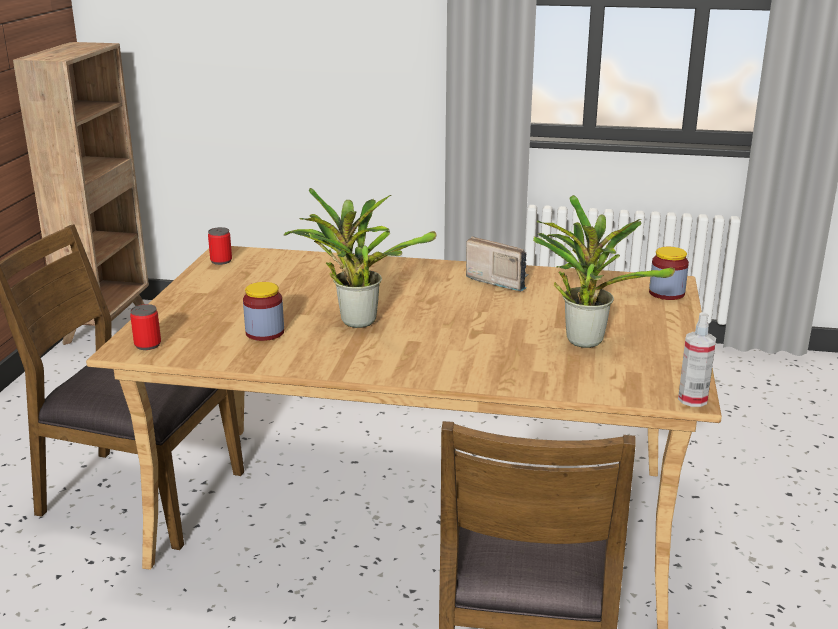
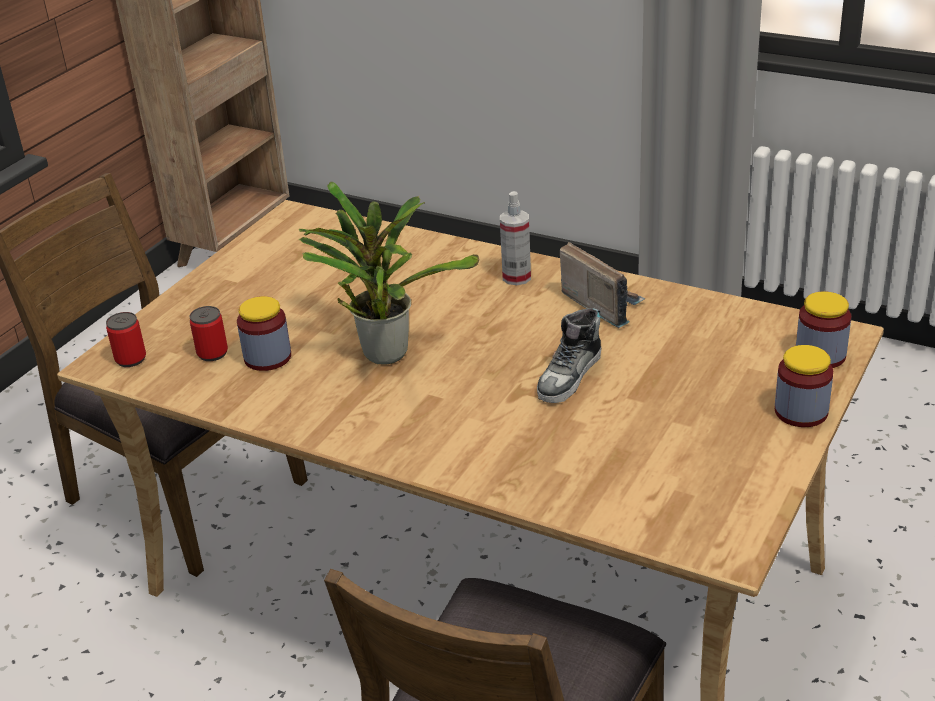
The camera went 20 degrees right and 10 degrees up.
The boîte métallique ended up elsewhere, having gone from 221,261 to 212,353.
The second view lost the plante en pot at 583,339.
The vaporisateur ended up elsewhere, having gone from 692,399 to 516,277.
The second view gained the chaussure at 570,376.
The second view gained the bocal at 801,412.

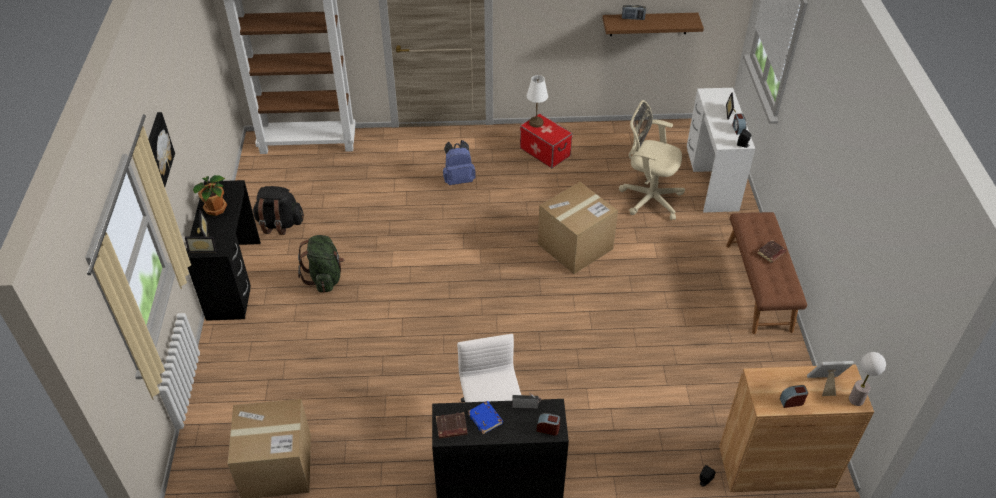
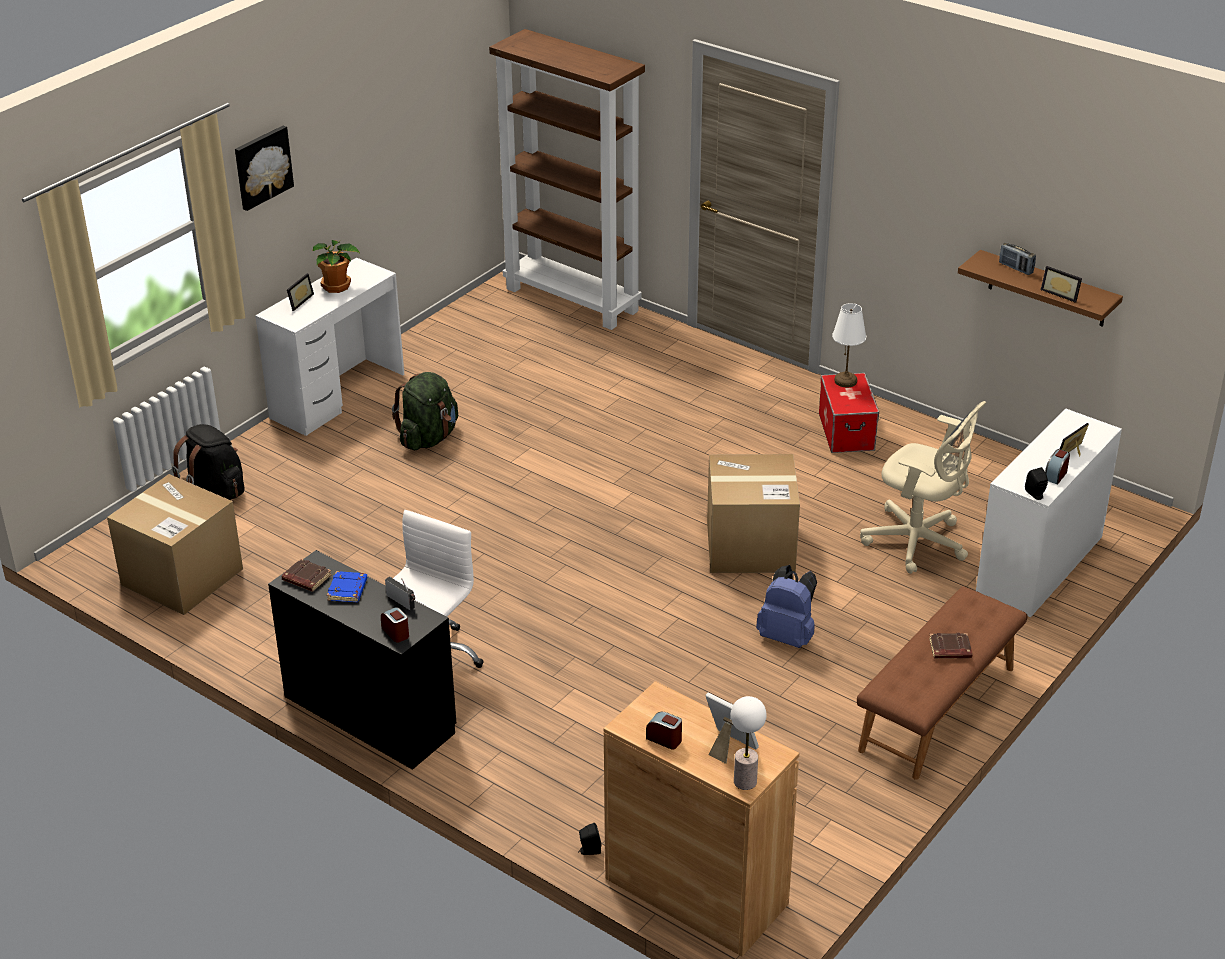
The camera went 40 degrees right and 10 degrees down.
The cadre photo ended up elsewhere, having gone from 203,248 to 1061,293.
What was the bureau/noir at 233,280 turned into the bureau/blanc at 337,395.
The sac à dos/noir ended up elsewhere, having gone from 280,224 to 215,490.
The sac à dos/bleu ended up elsewhere, having gone from 458,179 to 787,636.
The chaise de bureau/beige at 648,198 ended up facing another way, 150 degrees clockwise from before.

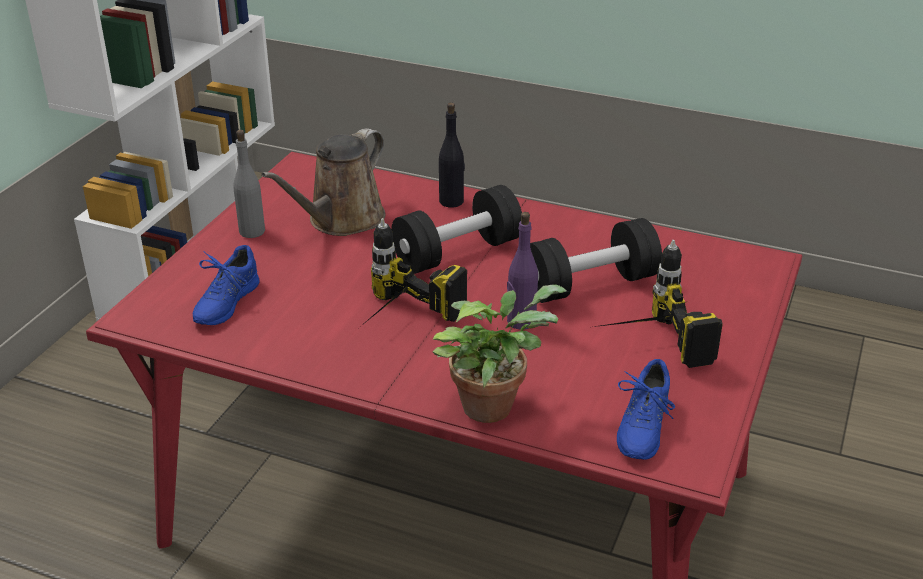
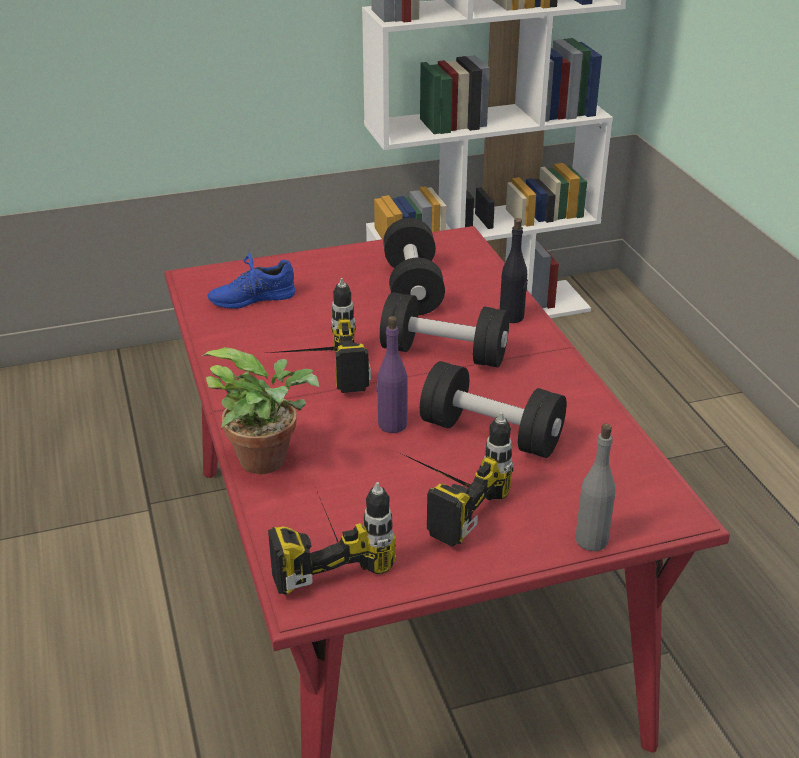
The camera went 50 degrees right and 0 degrees up.
The bouteille/gris ended up elsewhere, having gone from 252,231 to 591,539.
Where the arrosoir/marron stood at 341,220, the haltère/noir came to stand at 412,288.
Where the chaussure/bleu stood at 642,427, the perceuse came to stand at 324,548.

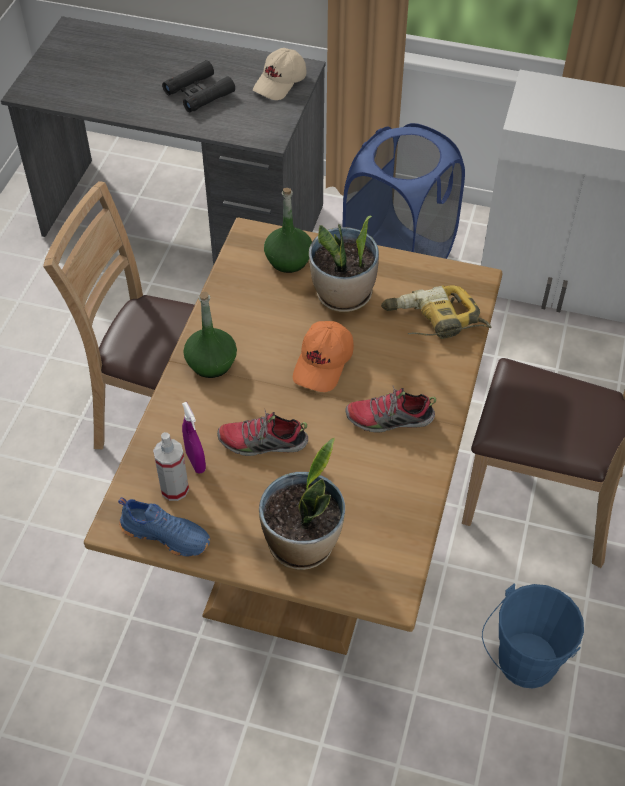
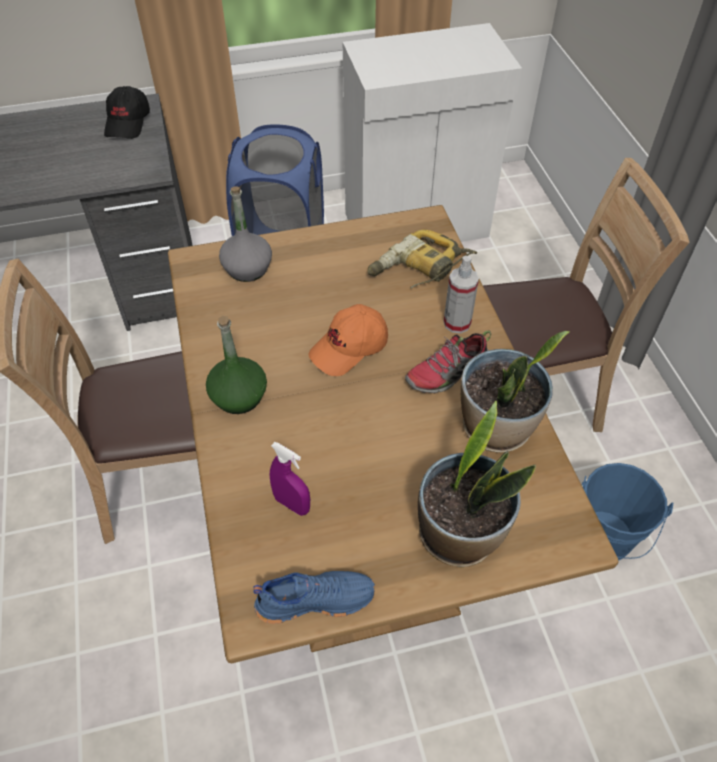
The camera went 30 degrees left and 0 degrees up.
The vaporisateur ended up elsewhere, having gone from 174,489 to 457,323.
The second view lost the jumelles/noir at 199,93.
The second view lost the chaussure at 262,443.
What was the casquette/beige at 280,83 turned into the casquette/noir at 128,123.
What was the bouteille/vert at 288,260 turned into the bouteille/gris at 247,268.
The casquette/orange at 323,363 ended up facing another way, 60 degrees clockwise from before.
The plante en pot ended up elsewhere, having gone from 343,295 to 496,428.

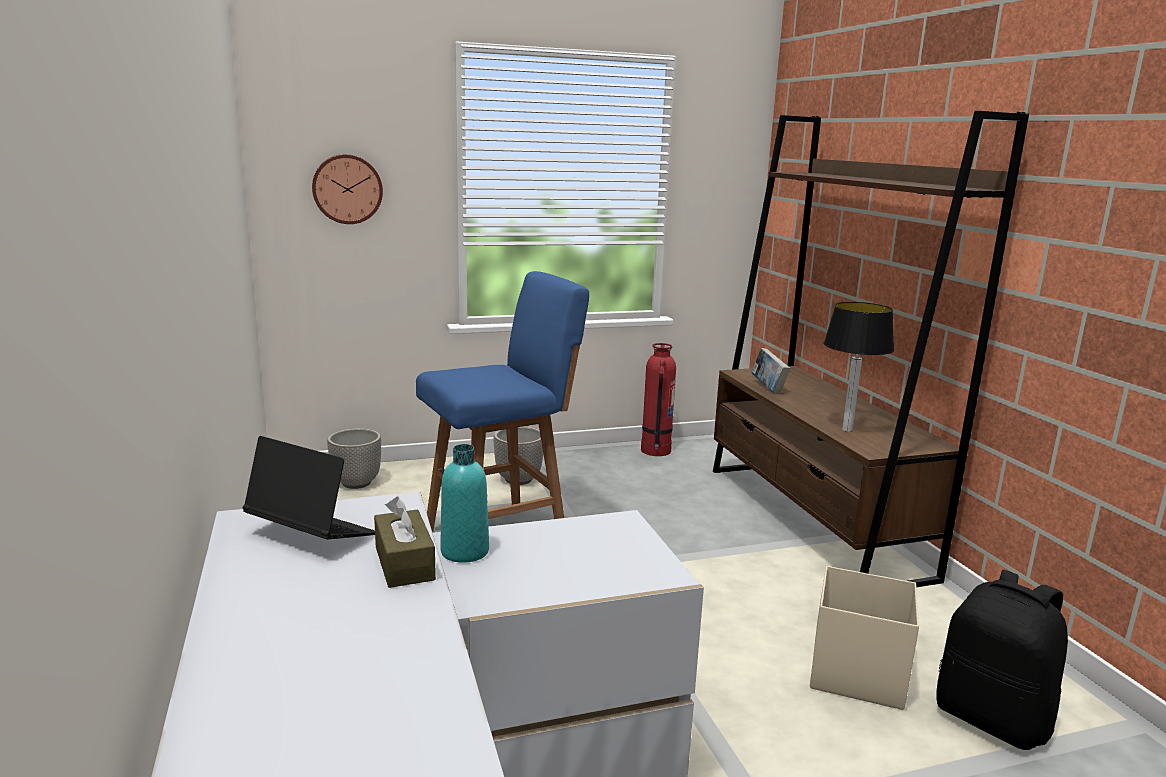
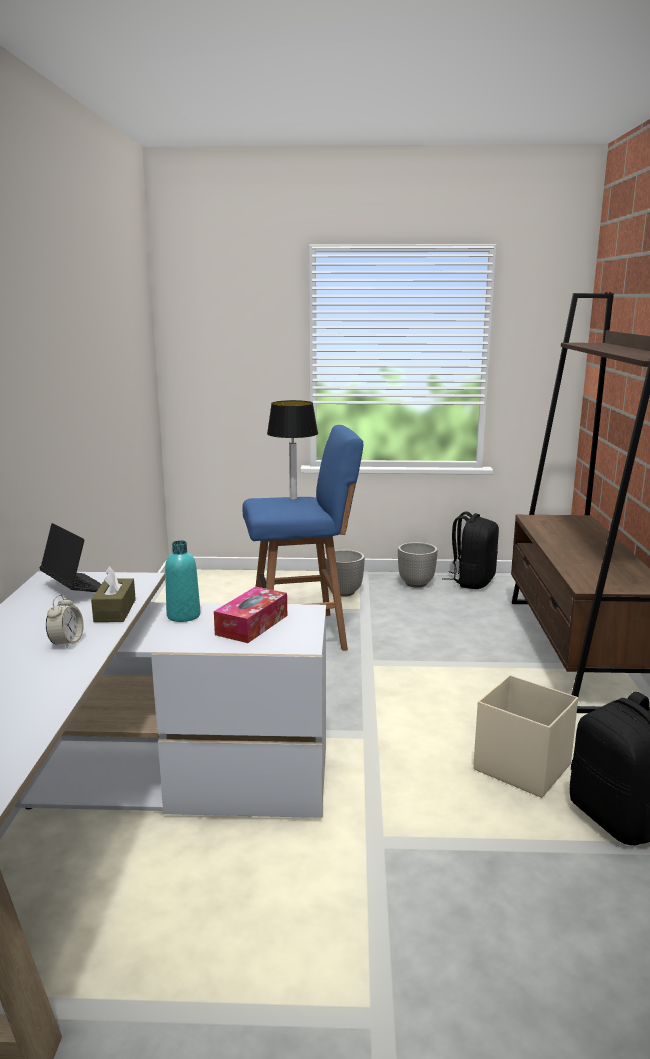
The camera went 20 degrees right and 0 degrees up.
The second view lost the horloge murale at 347,189.
The cache-pot ended up elsewhere, having gone from 356,483 to 415,583.
Where the extincteur stood at 655,451, the sac à dos/noir came to stand at 472,581.
The second view lost the livre at 768,388.
The lampe de table ended up elsewhere, having gone from 848,430 to 293,499.
The second view gained the réveil at 66,643.
The second view gained the boîte à mouchoirs at 252,625.

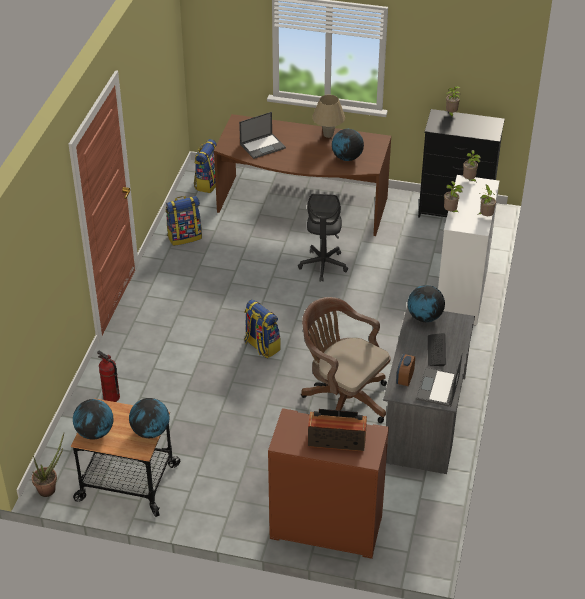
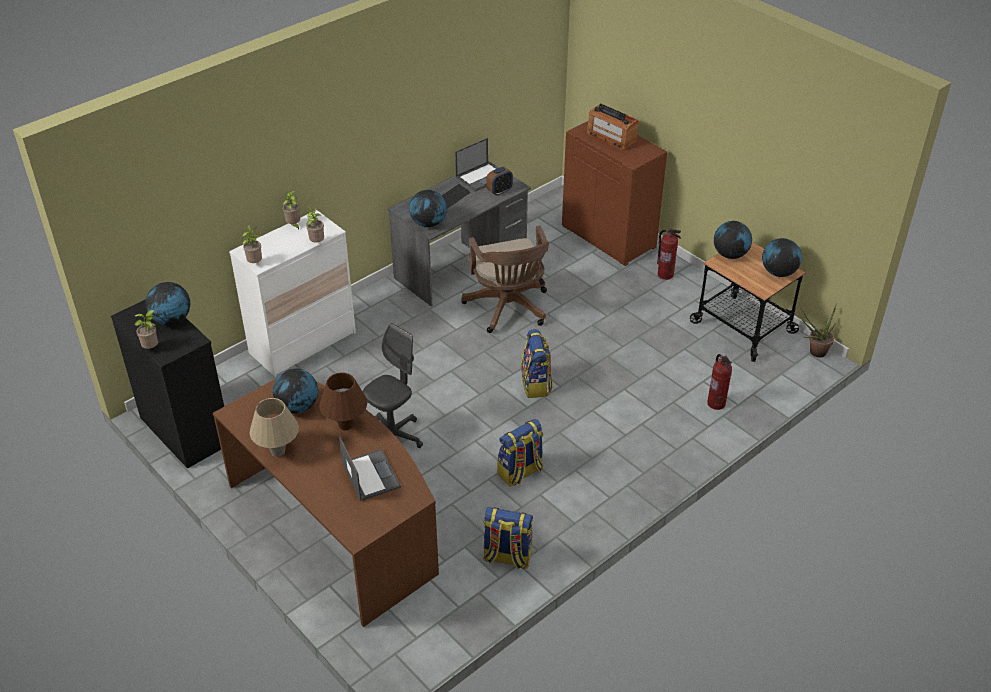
The camera went 145 degrees left and 0 degrees up.
The sac à dos ended up elsewhere, having gone from 207,183 to 520,472.
The ordinateur portable at 263,146 ended up facing another way, 60 degrees clockwise from before.
The second view gained the globe at 171,320.
The second view gained the lampe de table/marron at 345,425.
The second view gained the extincteur at 665,274.

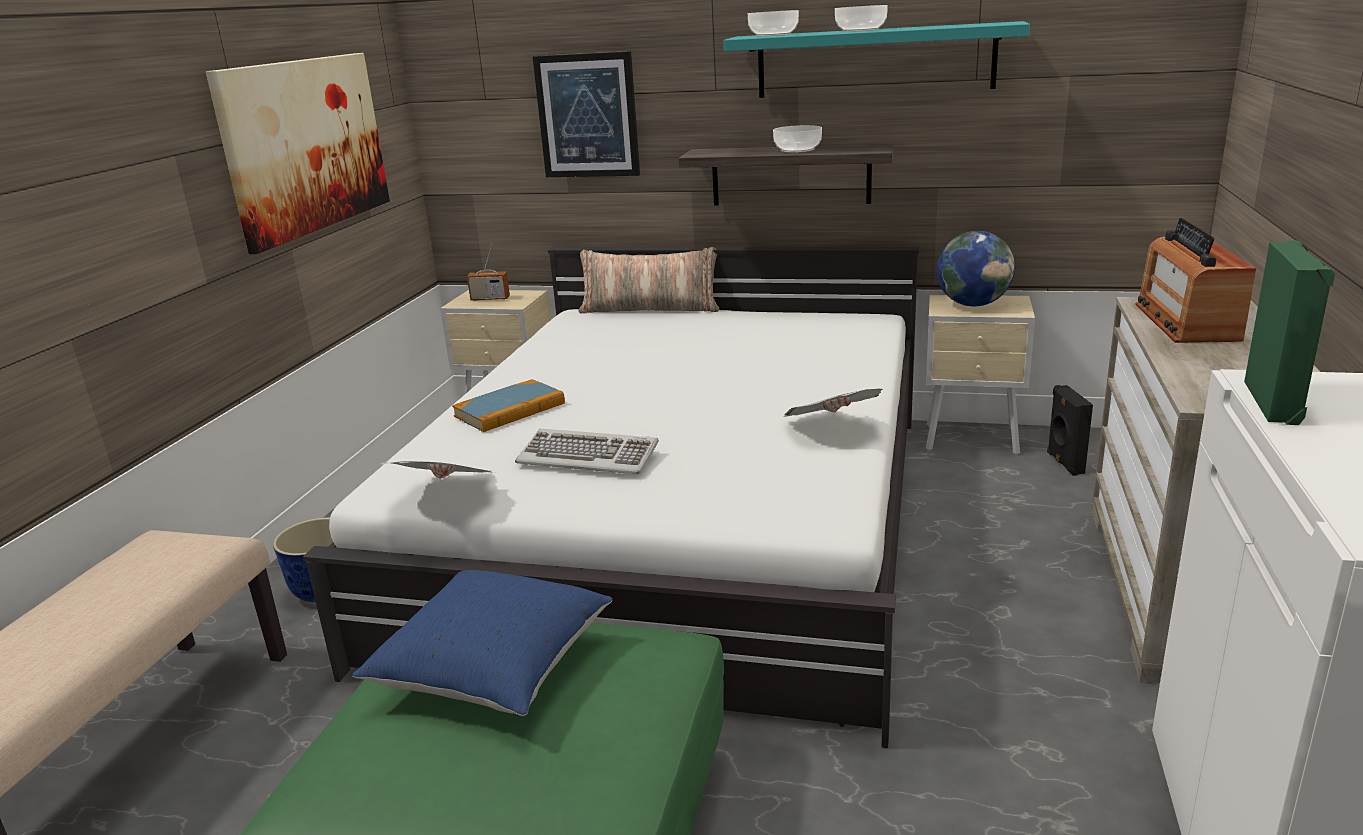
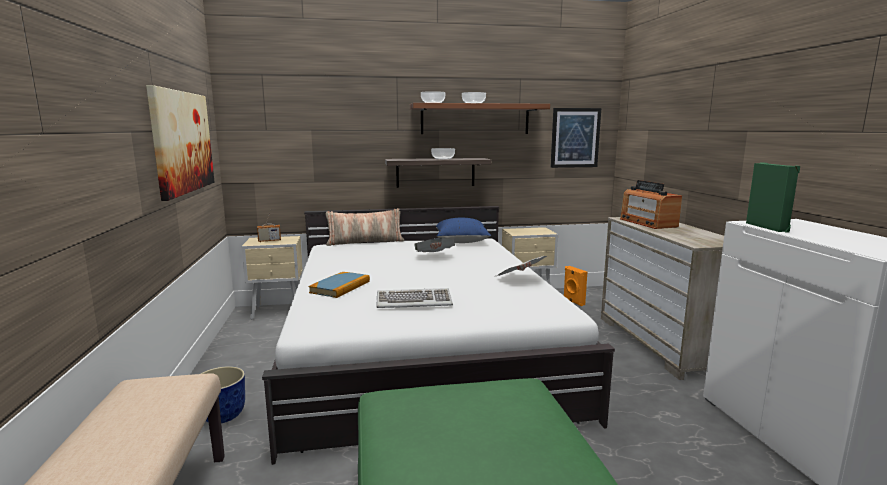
The camera went 25 degrees left and 10 degrees down.
The coussin/bleu ended up elsewhere, having gone from 494,669 to 461,241.
The journal ended up elsewhere, having gone from 448,494 to 434,257.
The tableau ended up elsewhere, having gone from 587,116 to 575,138.
What was the étagère/turquoise at 874,61 turned into the étagère/marron at 475,119.
The second view lost the globe at 973,304.
What was the enceinte/noir at 1064,463 turned into the enceinte/orange at 573,302.

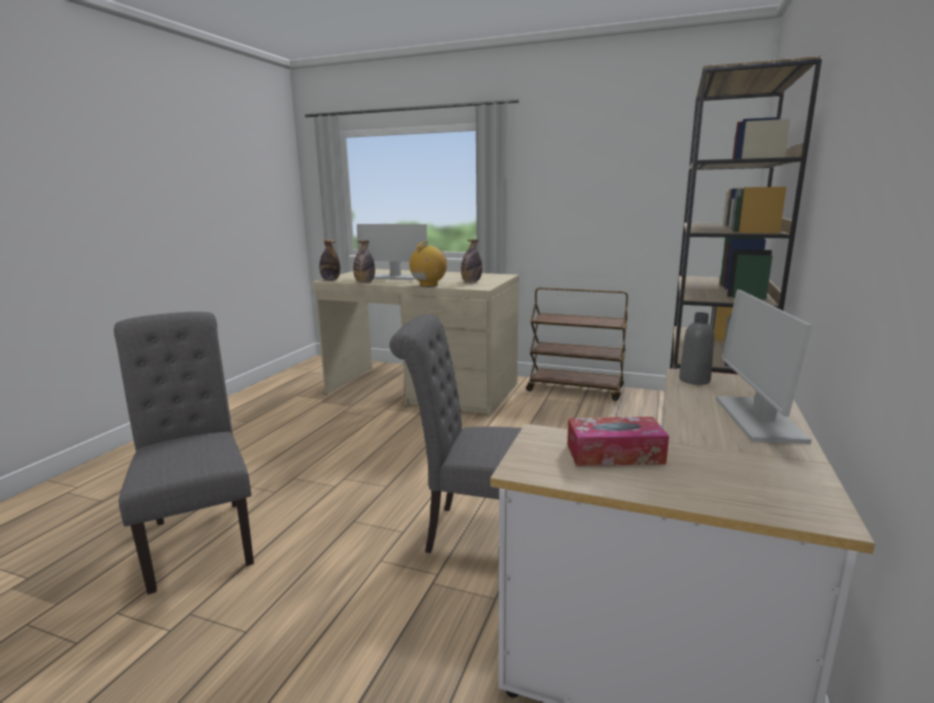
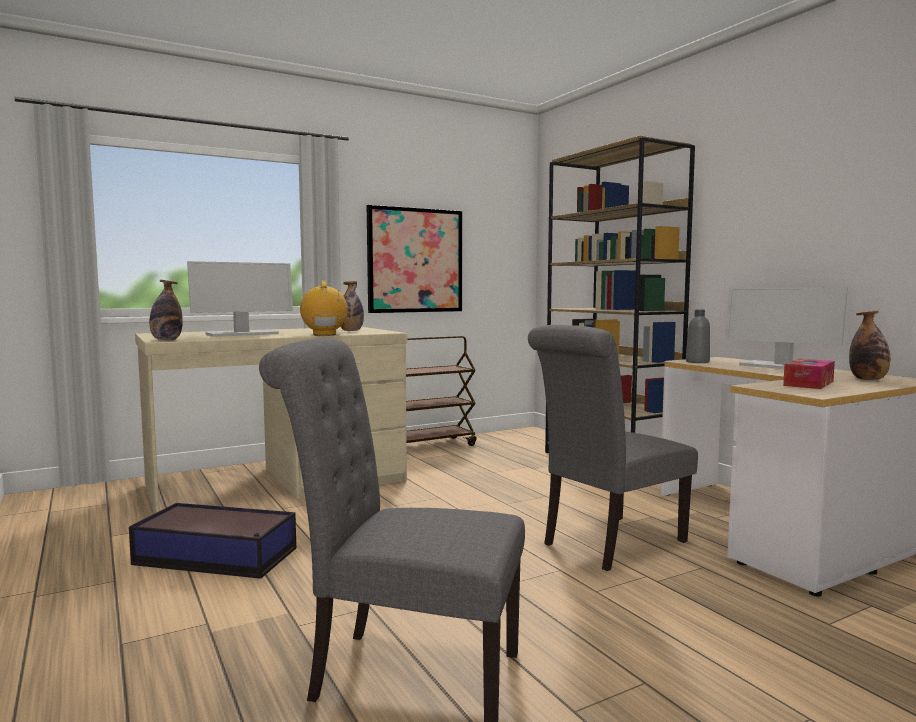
The camera went 50 degrees left and 10 degrees down.
The bouteille ended up elsewhere, having gone from 365,282 to 868,379.
The second view gained the boîte de rangement at 217,556.
The second view gained the tableau at 415,260.

